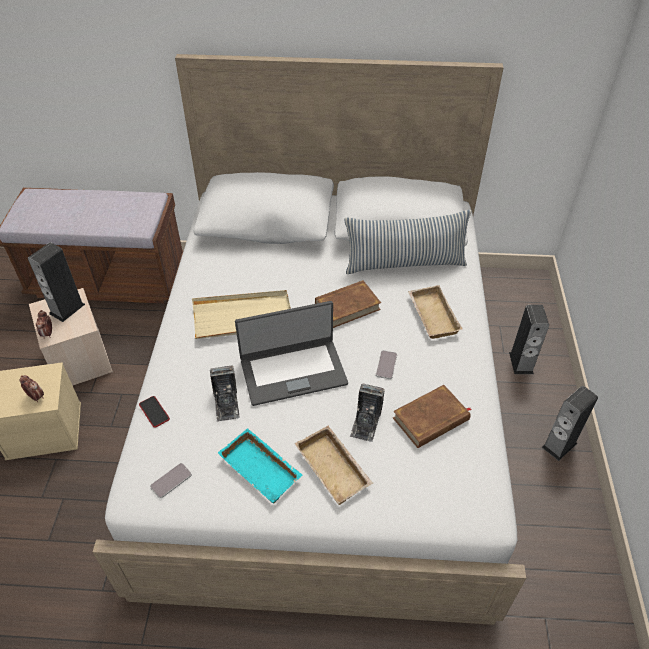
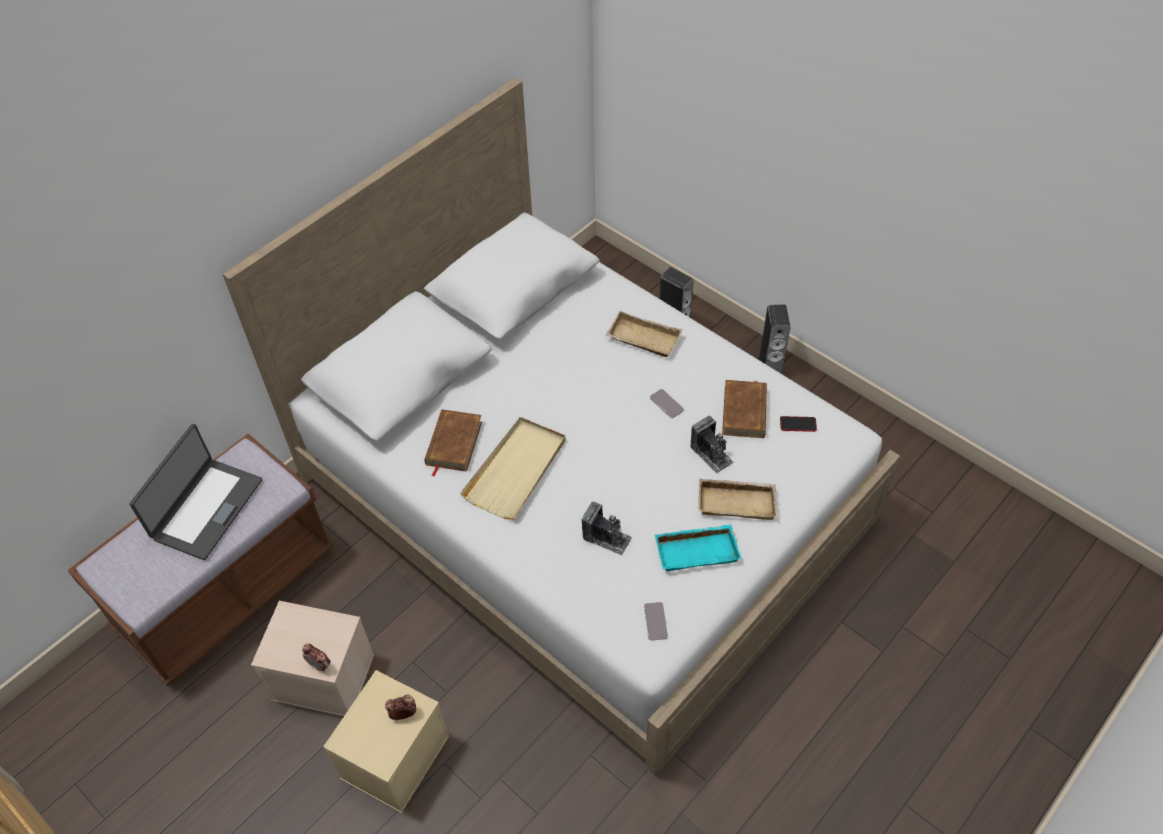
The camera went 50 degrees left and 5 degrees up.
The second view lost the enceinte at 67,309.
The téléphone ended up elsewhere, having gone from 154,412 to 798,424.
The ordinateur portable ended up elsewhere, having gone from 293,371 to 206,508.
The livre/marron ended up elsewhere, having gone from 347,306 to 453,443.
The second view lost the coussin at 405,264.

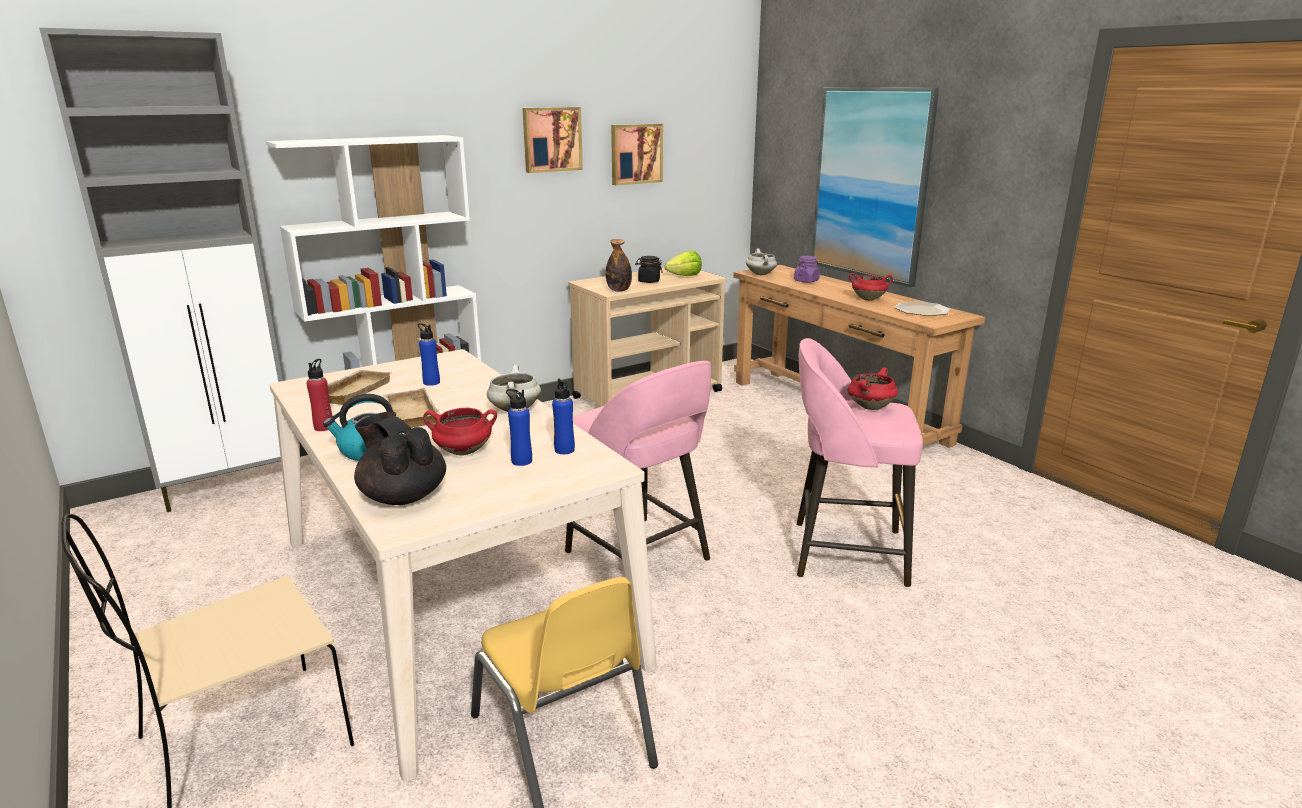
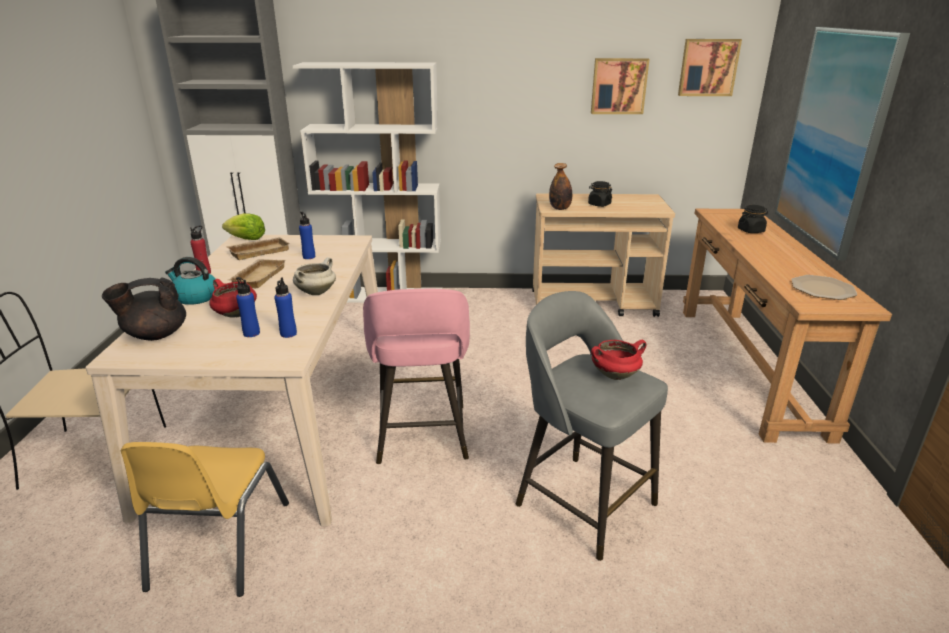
The camera went 35 degrees right and 5 degrees up.
The théière/noir at 403,496 ended up facing another way, 105 degrees counterclockwise from before.
The tableau ended up elsewhere, having gone from 551,139 to 708,67.
The laitue ended up elsewhere, having gone from 685,276 to 246,239.
The second view lost the marmite/blanc at 761,274.
What was the bocal/violet at 806,281 turned into the bocal/noir at 751,231.
What was the tabouret/rose at 844,552 turned into the tabouret/gris at 582,502.
The second view lost the marmite/rouge at 868,299.

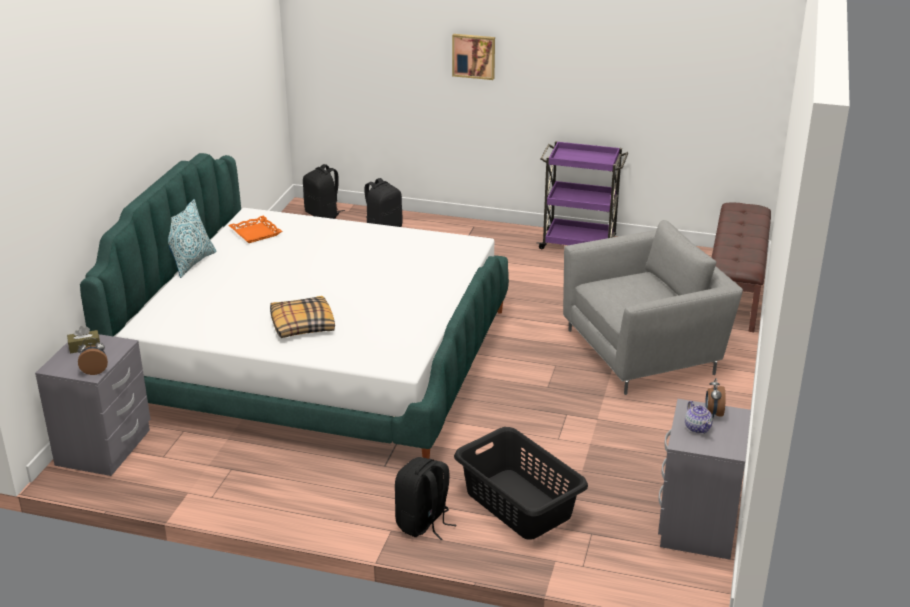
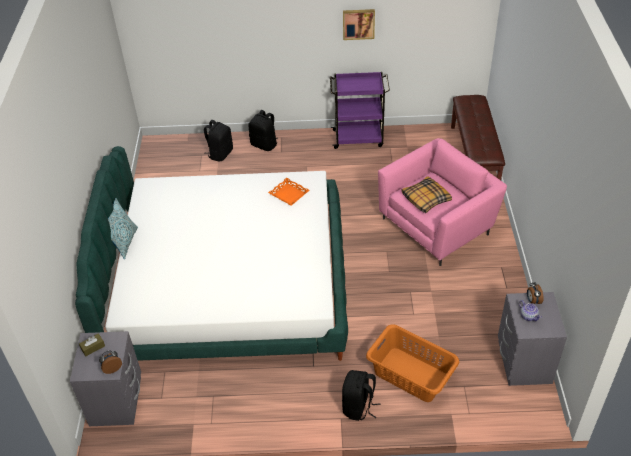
The camera went 15 degrees left and 15 degrees up.
The plateau/orange ended up elsewhere, having gone from 255,233 to 288,194.
The coussin ended up elsewhere, having gone from 302,325 to 425,199.
The sac à dos/noir ended up elsewhere, having gone from 323,215 to 264,145.
The tableau ended up elsewhere, having gone from 474,56 to 358,23.
What was the panier à linge/noir at 518,504 turned into the panier à linge/orange at 411,375.
What was the fauteuil/gris at 644,351 turned into the fauteuil/rose at 437,225.

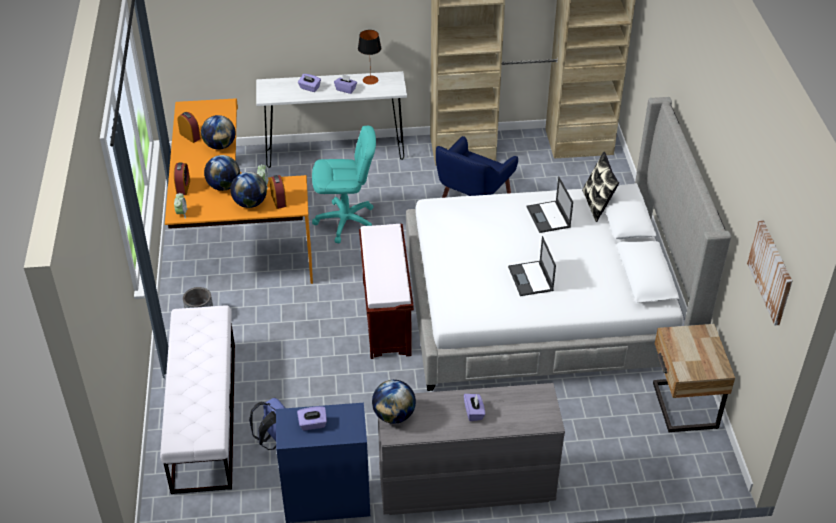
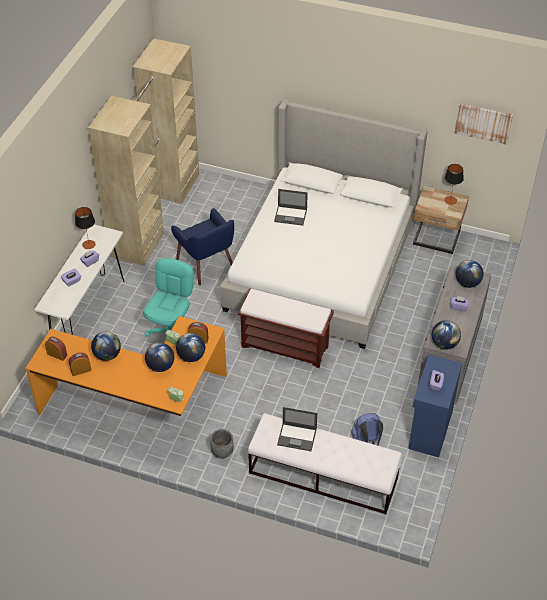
The camera went 65 degrees left and 5 degrees up.
The réveil ended up elsewhere, having gone from 183,187 to 57,354.
The ordinateur portable ended up elsewhere, having gone from 531,279 to 297,437.
The second view lost the coussin at 597,205.
The second view gained the lampe de table at 450,200.
The second view gained the globe at 467,283.

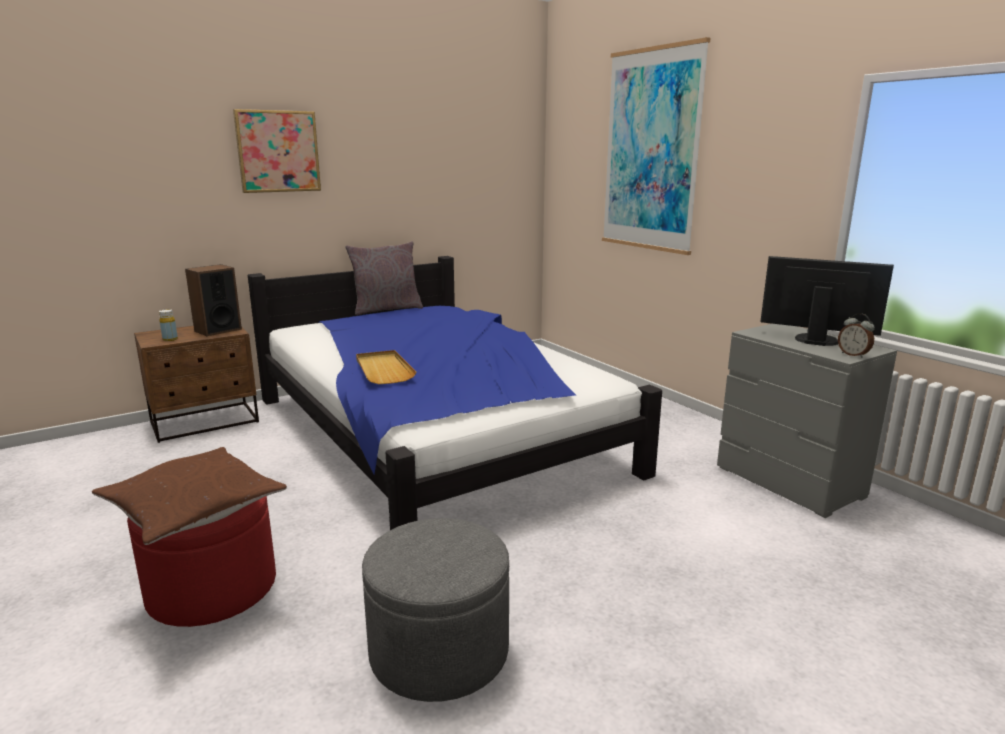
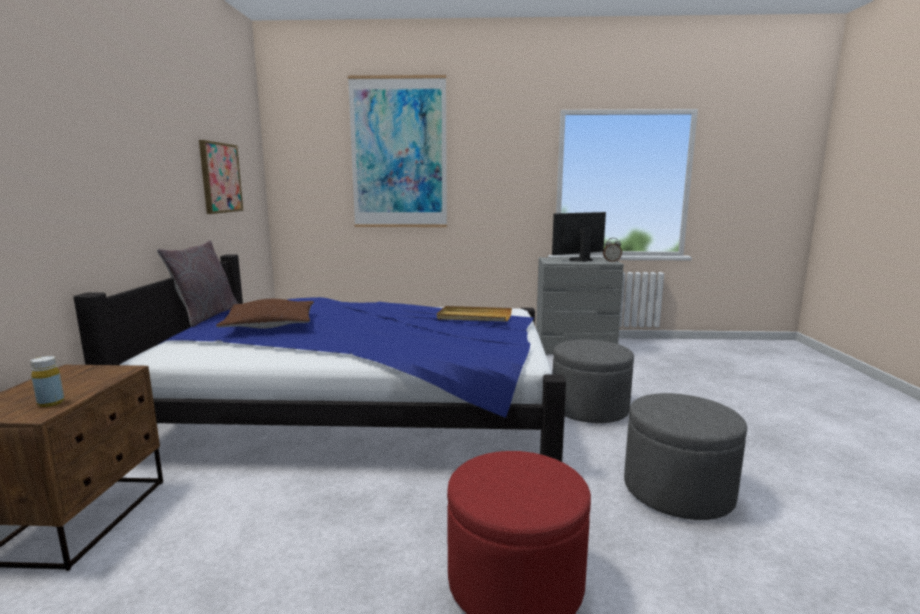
The camera went 55 degrees left and 5 degrees down.
The coussin/marron ended up elsewhere, having gone from 193,508 to 270,325.
The second view lost the enceinte at 217,330.
The tableau ended up elsewhere, having gone from 278,151 to 220,178.
The plateau/beige ended up elsewhere, having gone from 383,370 to 474,317.
The second view gained the pouf/gris at 589,408.

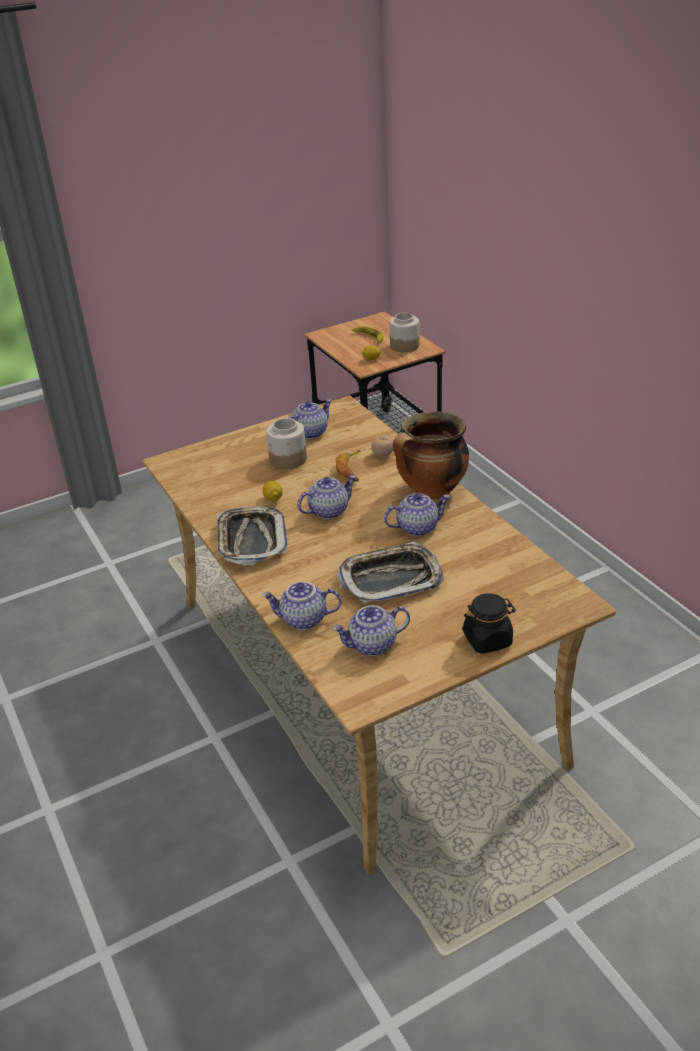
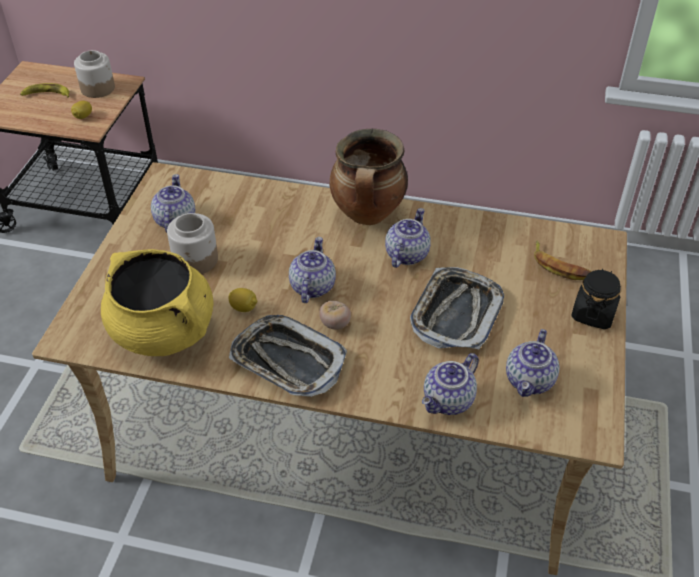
The camera went 50 degrees left and 10 degrees up.
The banane ended up elsewhere, having gone from 351,470 to 559,266.
The tomate ended up elsewhere, having gone from 383,454 to 335,324.
The second view gained the marmite/jaune at 164,331.

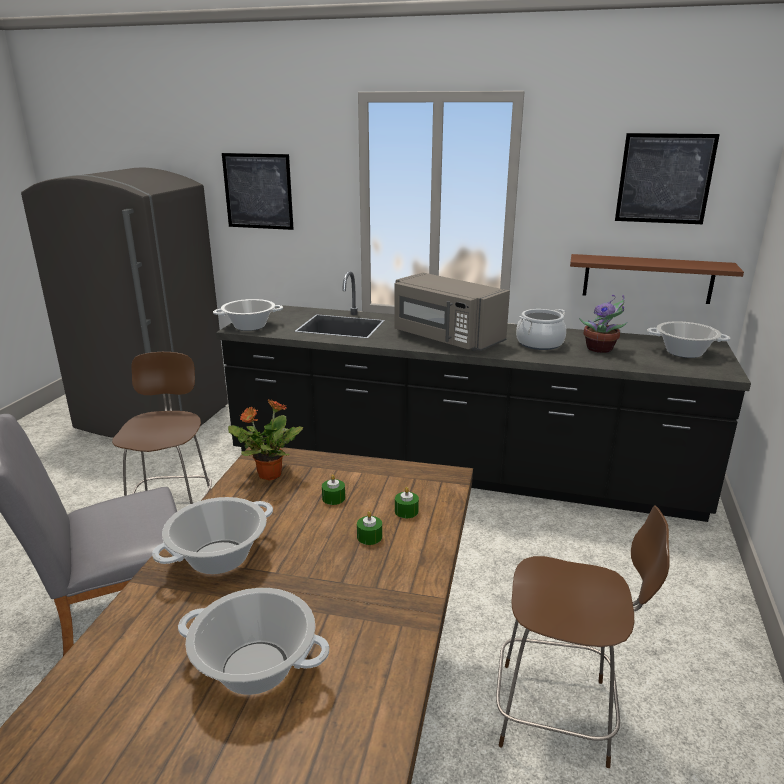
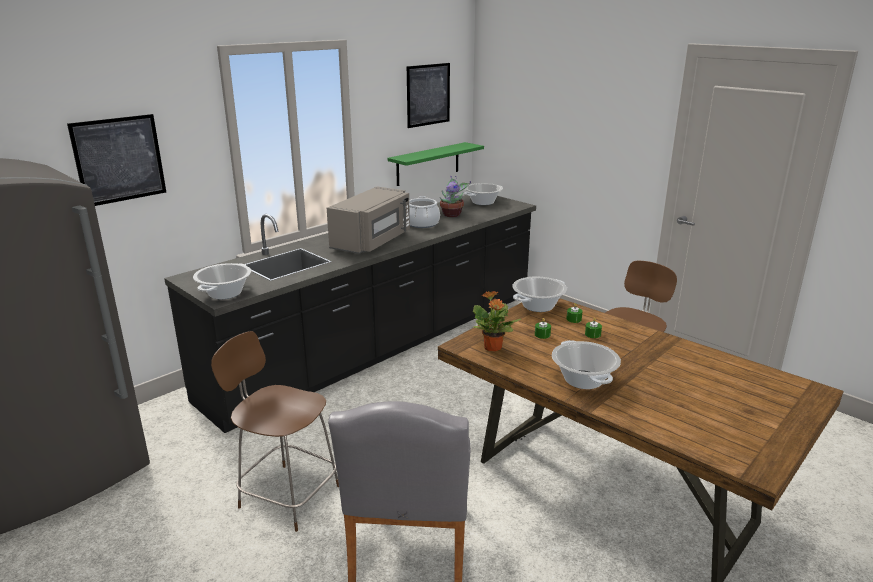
The camera went 60 degrees left and 0 degrees up.
The marmite ended up elsewhere, having gone from 255,667 to 538,306.
The micro-ondes/gris at 446,338 ended up facing another way, 45 degrees counterclockwise from before.
What was the étagère/marron at 647,279 turned into the étagère/vert at 428,164.

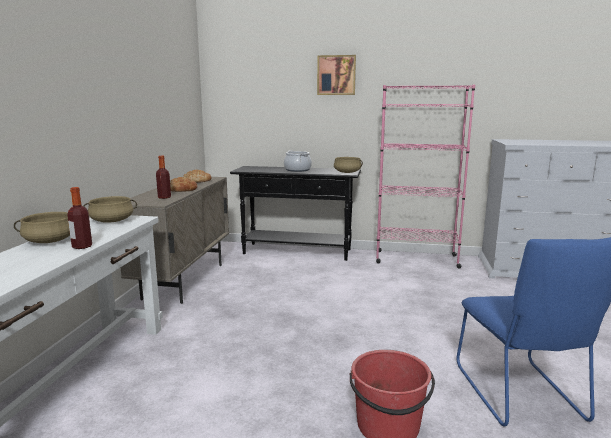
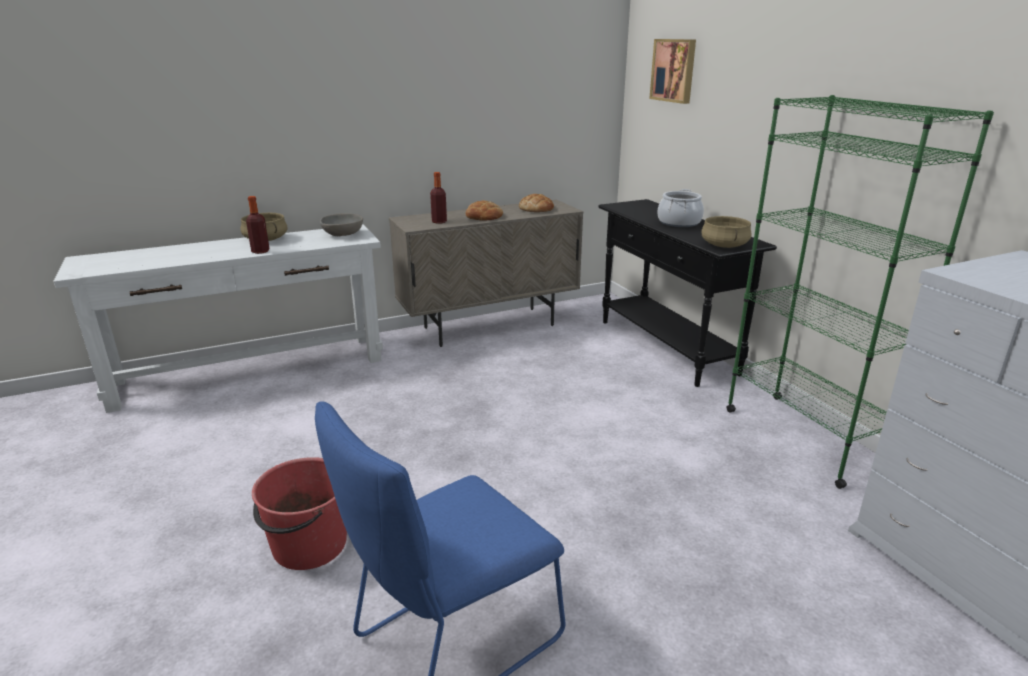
The camera went 55 degrees right and 10 degrees up.
Where the marmite/beige stood at 112,221, the bol/gris came to stand at 342,235.
The tableau ended up elsewhere, having gone from 336,75 to 674,70.
What was the bibliothèque/rose at 416,259 turned into the bibliothèque/vert at 804,437.

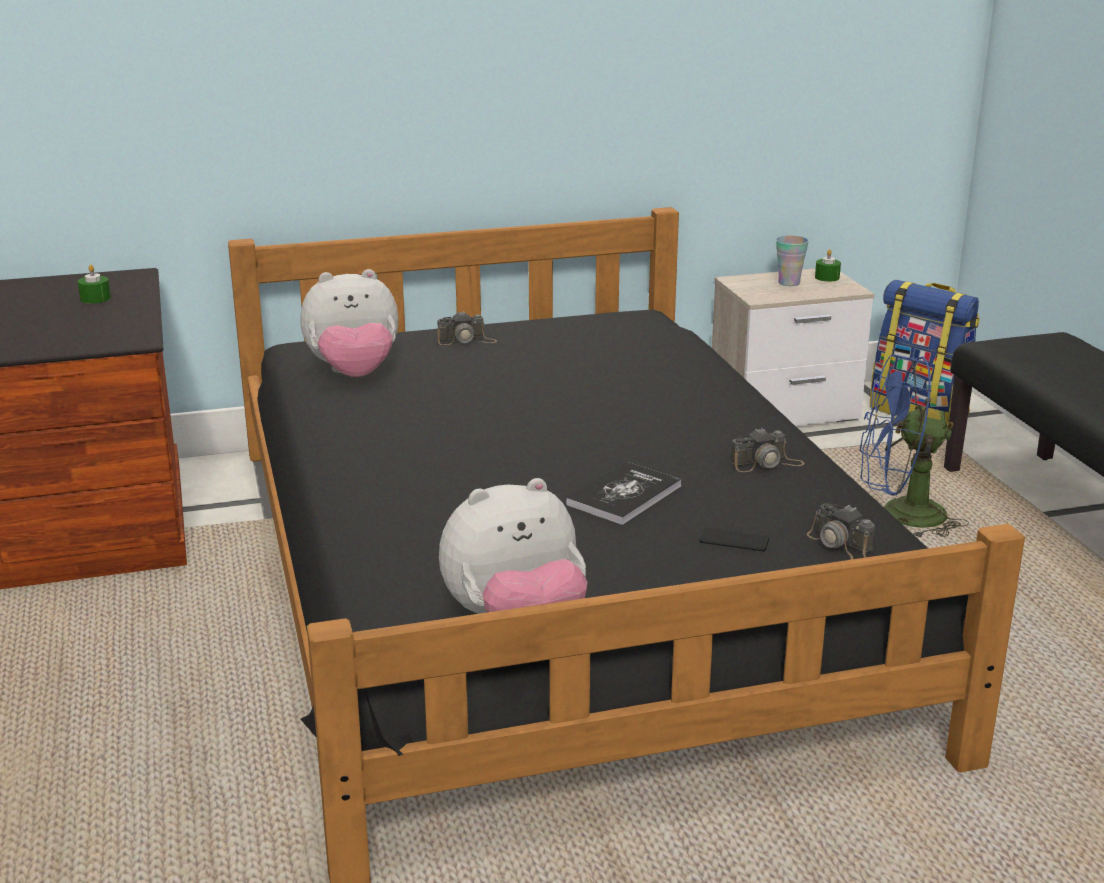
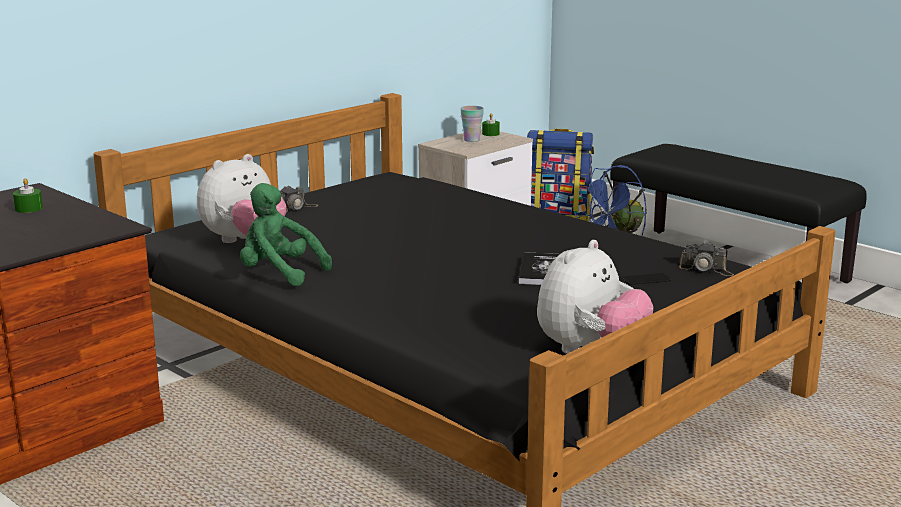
The camera went 30 degrees left and 5 degrees down.
The second view lost the appareil photo at 766,463.
The second view gained the peluche/vert at 279,274.

